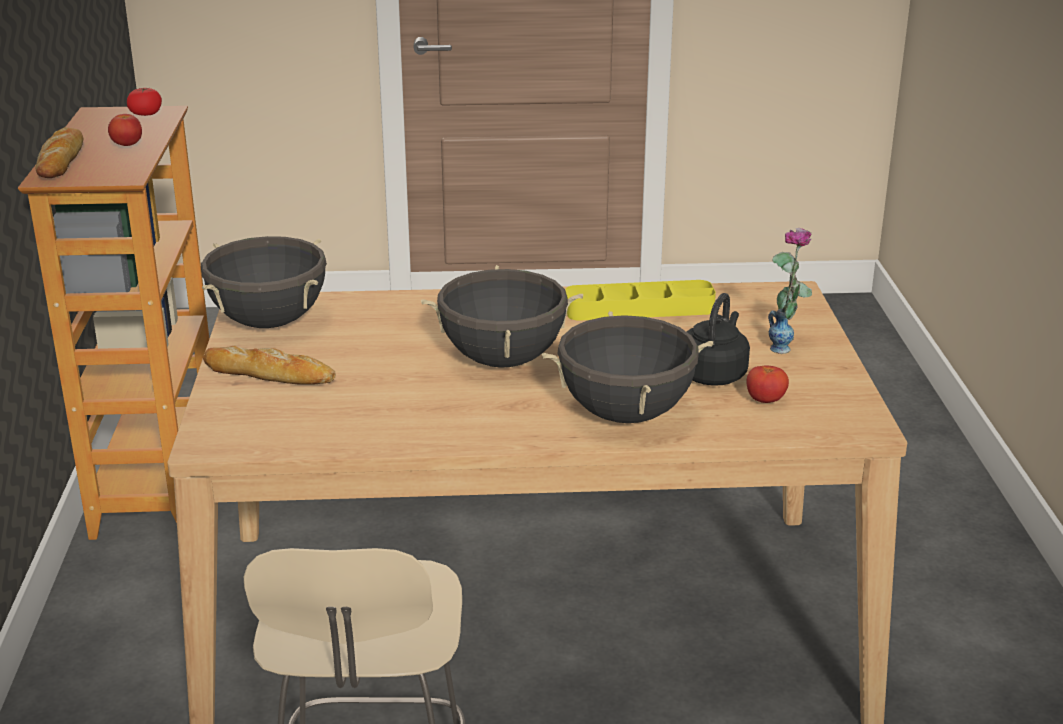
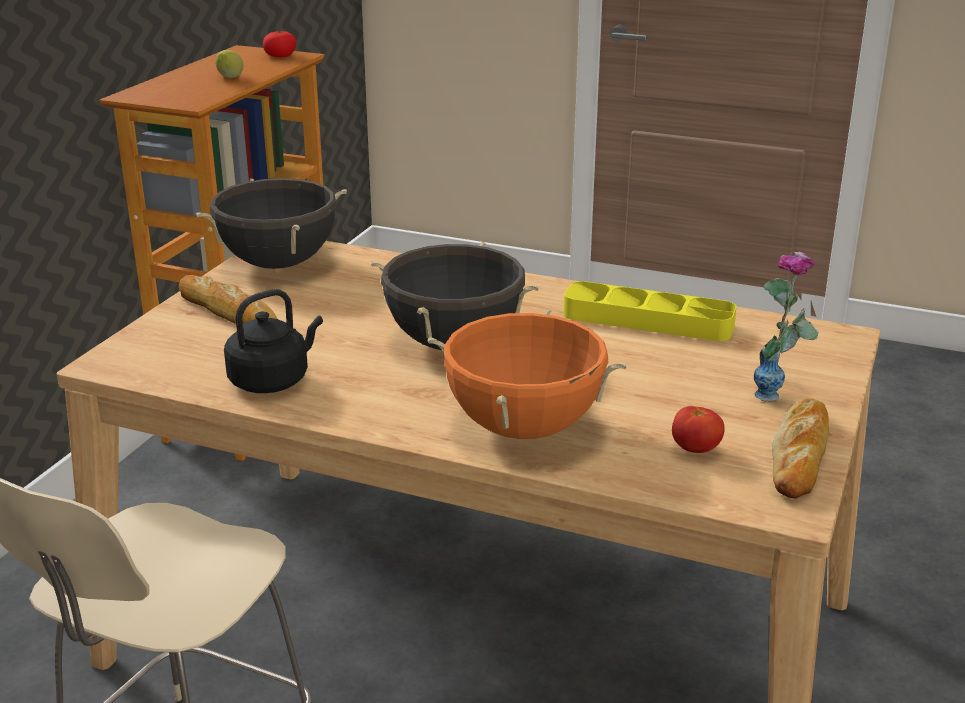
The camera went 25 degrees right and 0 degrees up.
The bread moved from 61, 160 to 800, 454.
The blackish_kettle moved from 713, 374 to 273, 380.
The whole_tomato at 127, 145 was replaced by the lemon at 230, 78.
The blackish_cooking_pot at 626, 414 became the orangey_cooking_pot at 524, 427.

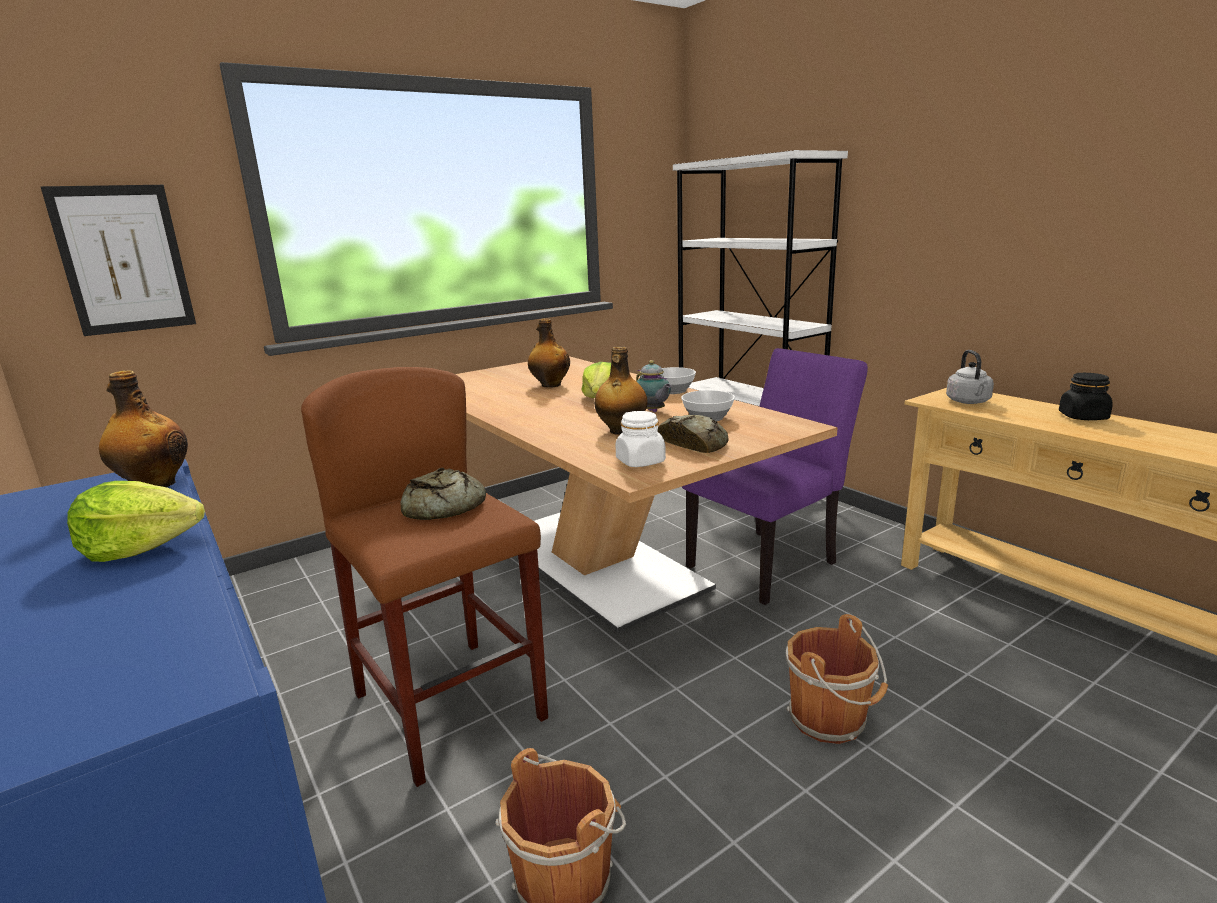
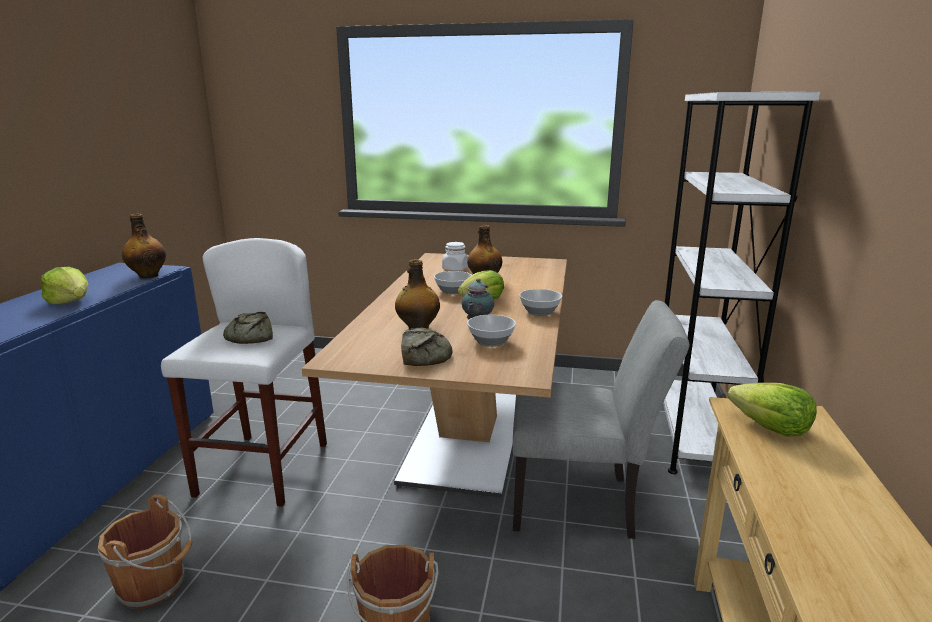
The camera went 45 degrees right and 0 degrees up.
The wall_picture at 123, 260 disappeared.
The blackish_jar at 1083, 417 disappeared.
The serving_bowl at 453, 291 appeared.
The white-coloured_jar moved from 641, 461 to 455, 269.
The gray_kettle at 969, 402 was replaced by the head_of_lettuce at 770, 427.
The brownish_stool at 449, 706 became the white-coloured_stool at 263, 469.
The purplish_plain_chair at 769, 561 became the gray_plain_chair at 583, 503.

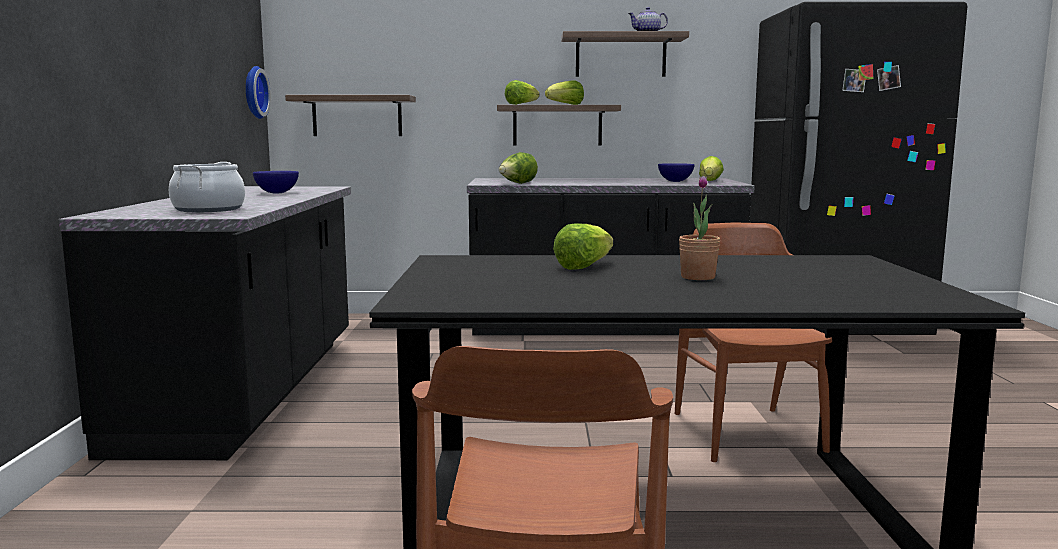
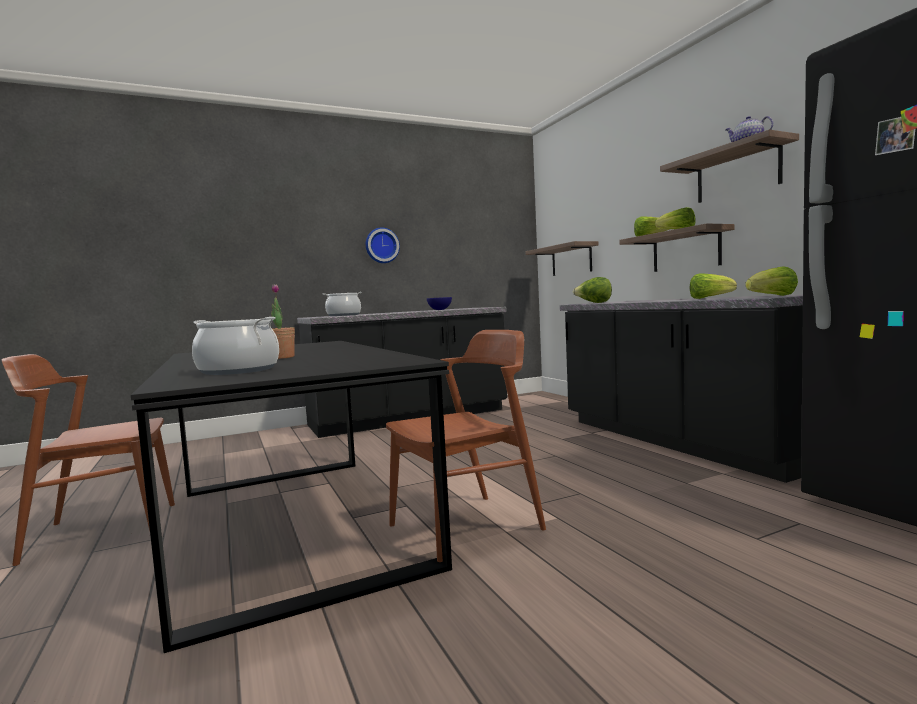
The camera went 65 degrees right and 5 degrees down.
The bluish_serving_bowl at 676, 181 disappeared.
The cooking_pot at 238, 370 appeared.
The clock_on_the_wall moved from 253, 92 to 381, 245.
The head_of_lettuce moved from 583, 267 to 709, 298.

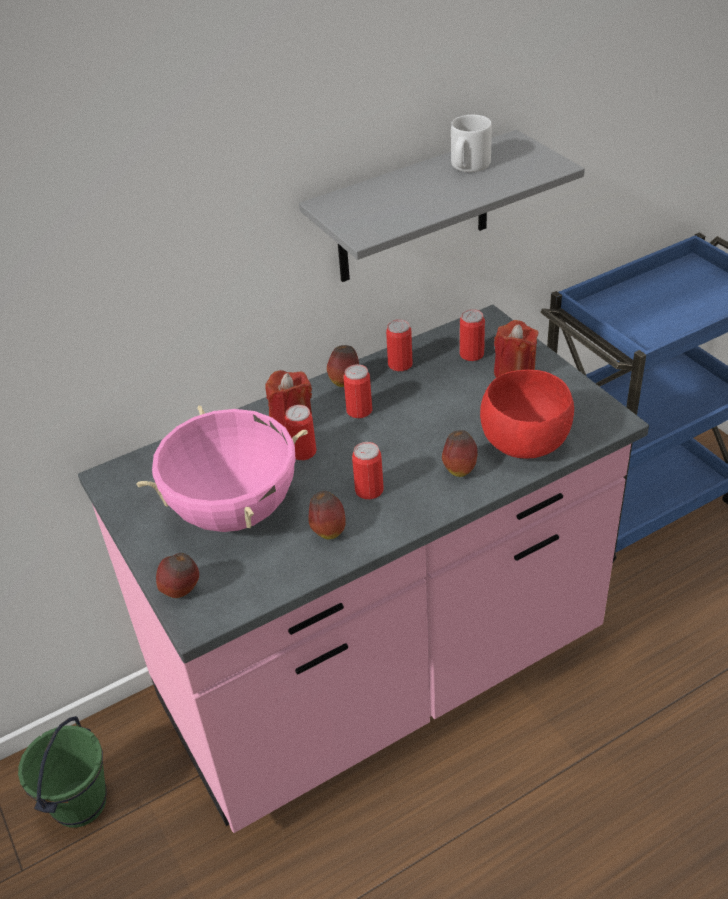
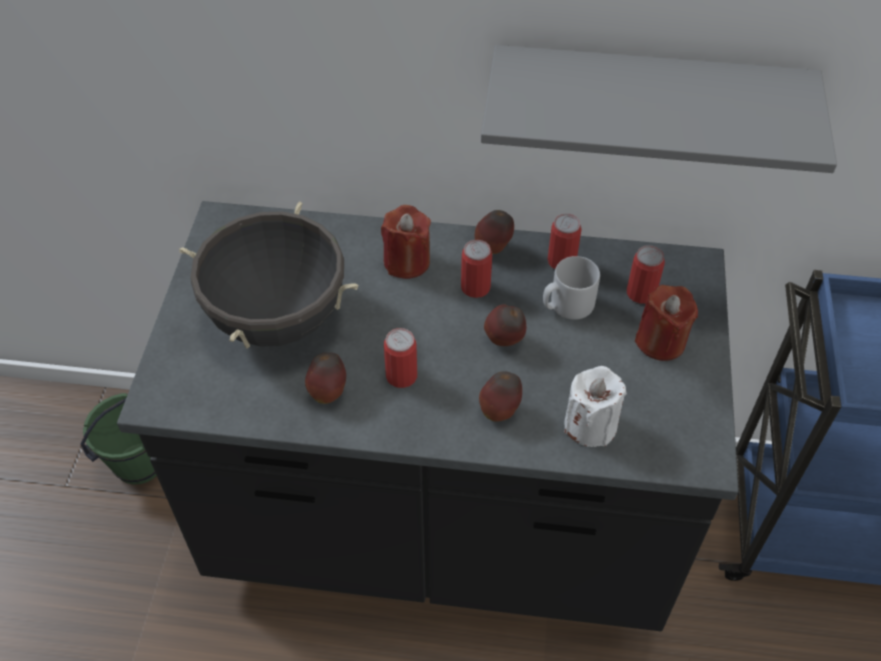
The camera went 35 degrees right and 10 degrees up.
The metal_can at 303, 452 disappeared.
The apple moved from 182, 591 to 505, 341.
The gray_coffee_mug moved from 468, 166 to 567, 305.
The red-coloured_serving_bowl at 525, 443 was replaced by the white-coloured_wax_light at 590, 425.
The pink_kitchen_base_unit at 382, 676 became the blackish_kitchen_base_unit at 440, 528.
The pink_cooking_pot at 234, 510 became the blackish_cooking_pot at 278, 318.

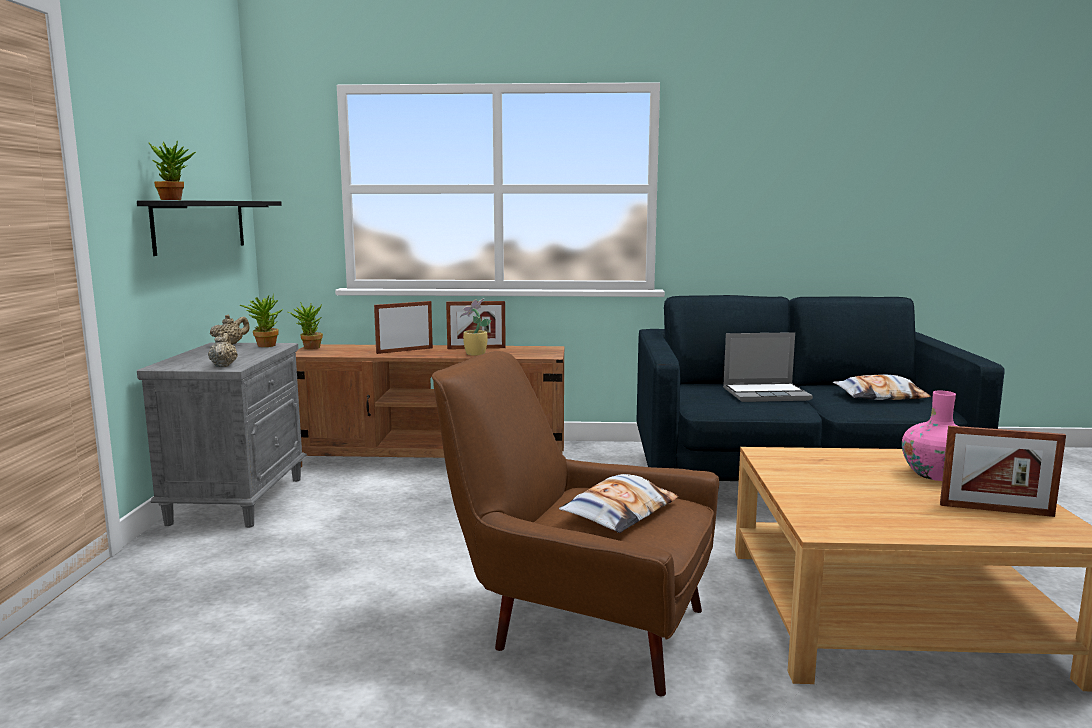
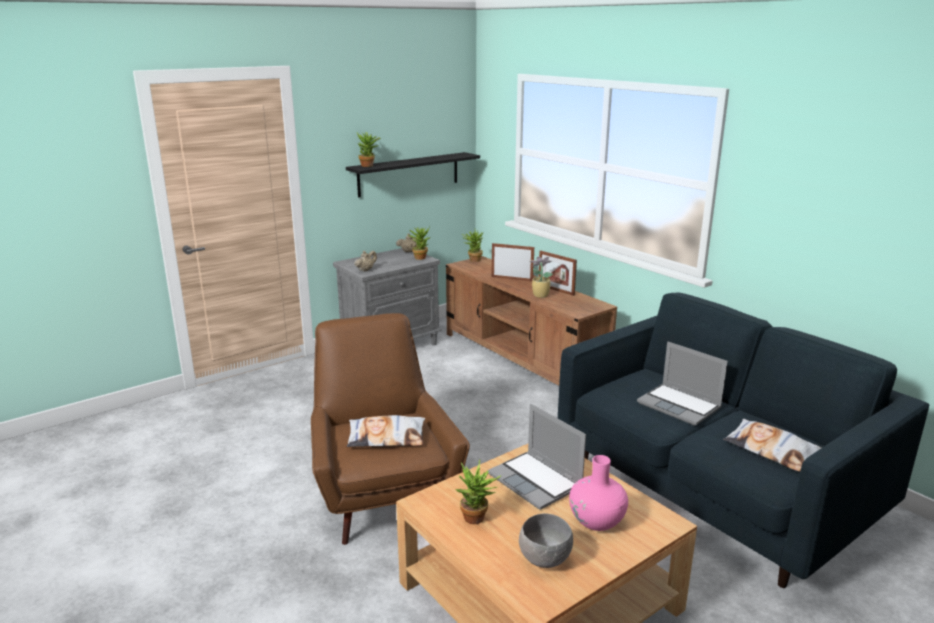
The camera went 50 degrees right and 10 degrees up.
The houseplant at 477, 520 appeared.
The notebook_computer at 536, 481 appeared.
The photo_frame at 996, 510 was replaced by the gray_serving_bowl at 546, 559.

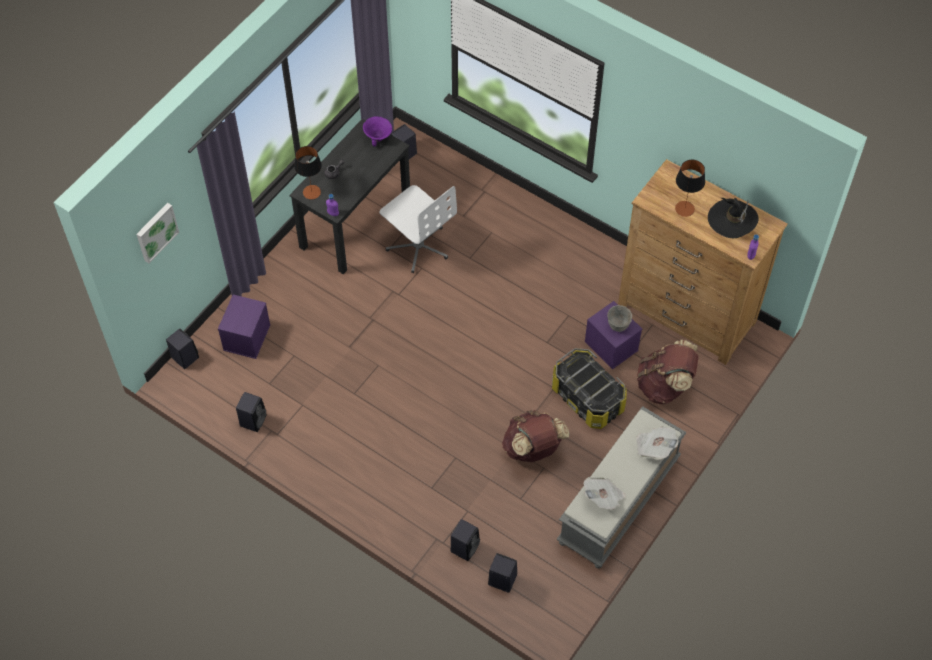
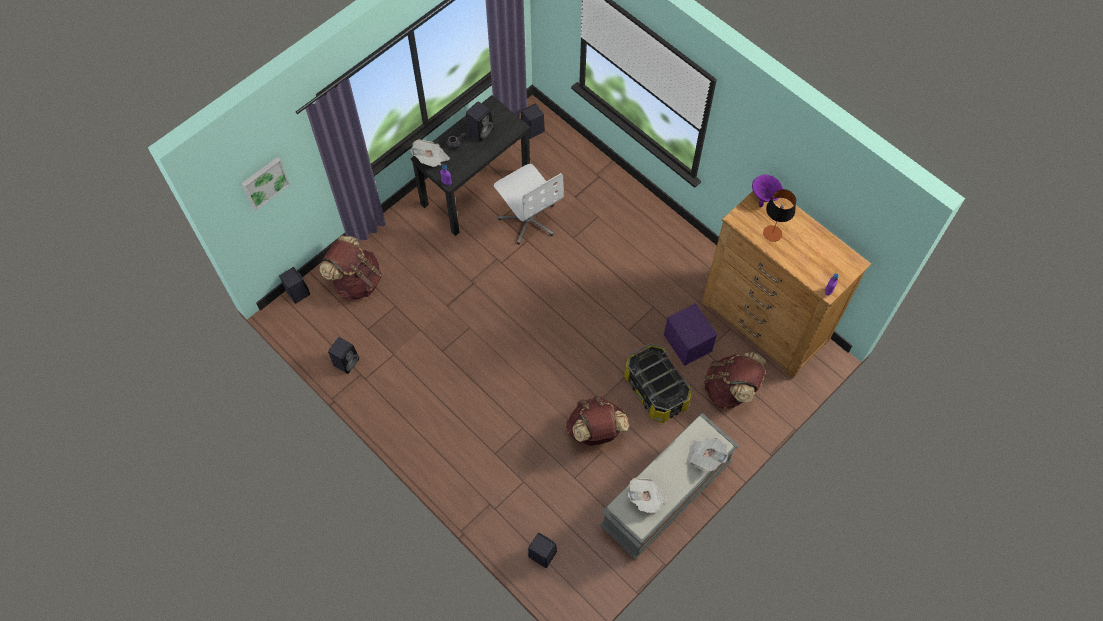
The camera went 10 degrees right and 5 degrees up.
The gray_serving_bowl at 618, 325 disappeared.
The blackish_wearable_hat at 732, 220 disappeared.
The purplish_serving_bowl moved from 378, 137 to 765, 196.
The blackish_audio_speaker moved from 465, 547 to 480, 130.
The purplish_storage_box at 246, 336 was replaced by the brownish_backpack at 356, 281.
The tabletop_lamp at 311, 192 was replaced by the newspaper at 431, 159.

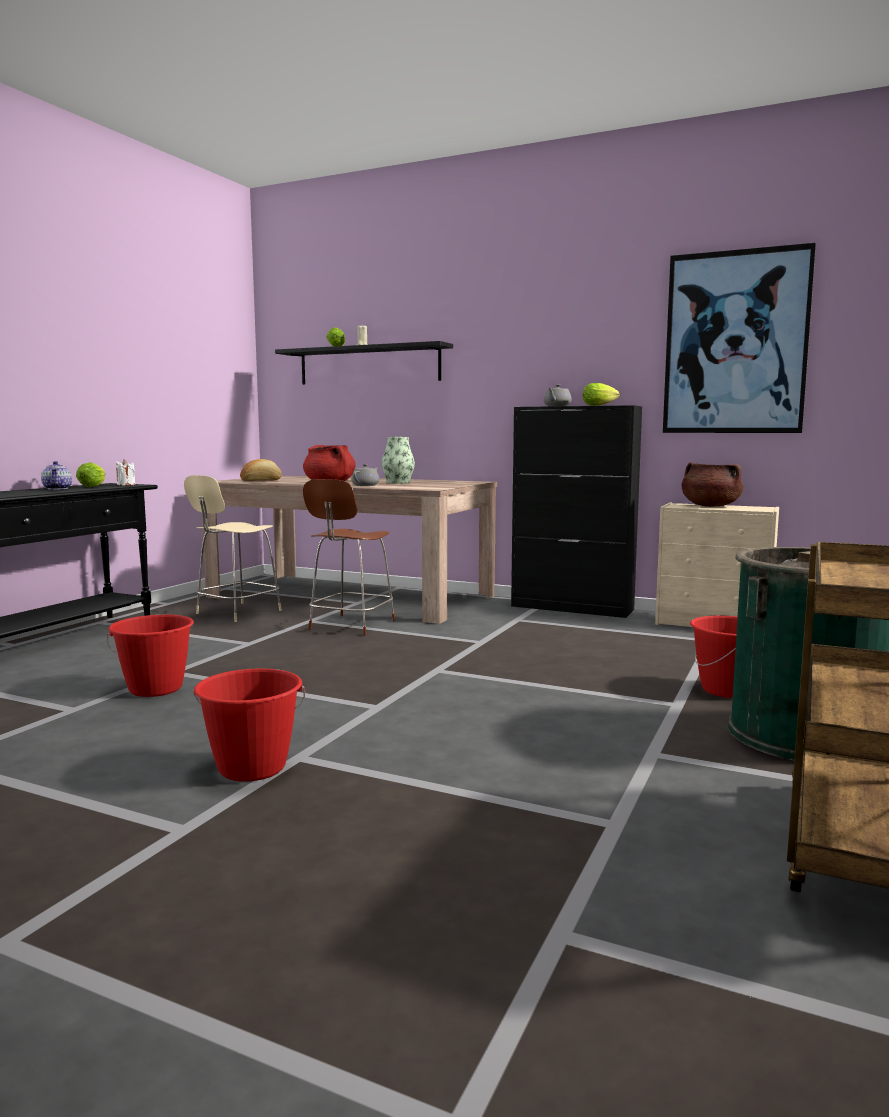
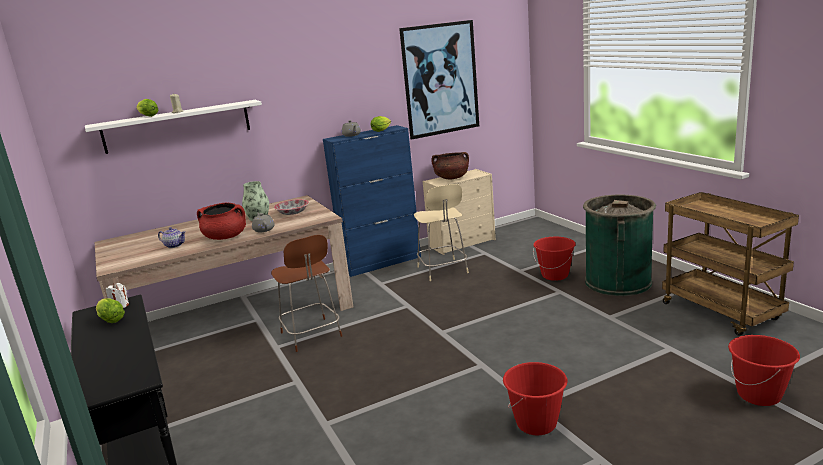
The camera went 50 degrees left and 10 degrees up.
The bread at 261, 480 disappeared.
The serving_bowl at 293, 213 appeared.
The tea_pot moved from 58, 488 to 174, 245.
The red-coloured_water_bucket moved from 155, 689 to 759, 395.
The beige_plain_chair moved from 236, 612 to 443, 270.
The blackish_wall_shelf at 369, 365 became the white-coloured_wall_shelf at 177, 126.
The blackish_cupboard at 572, 608 became the bluish_cupboard at 382, 263.

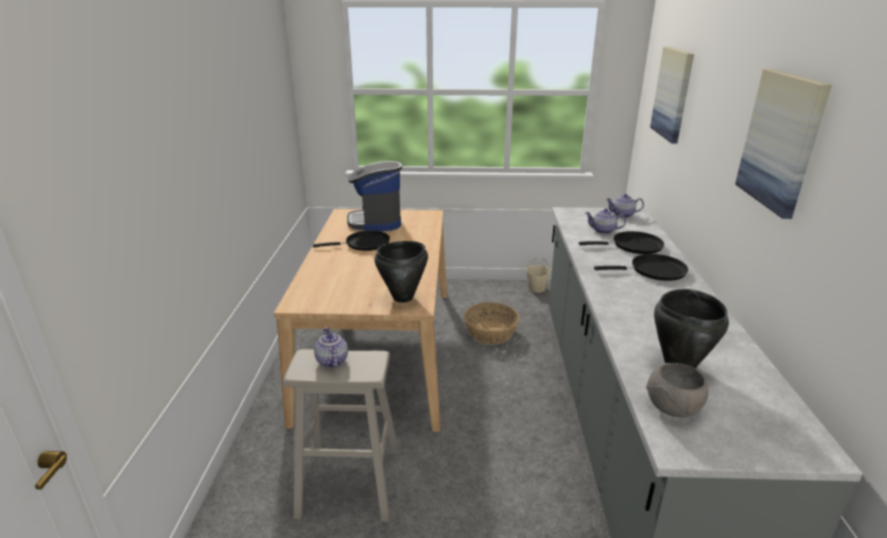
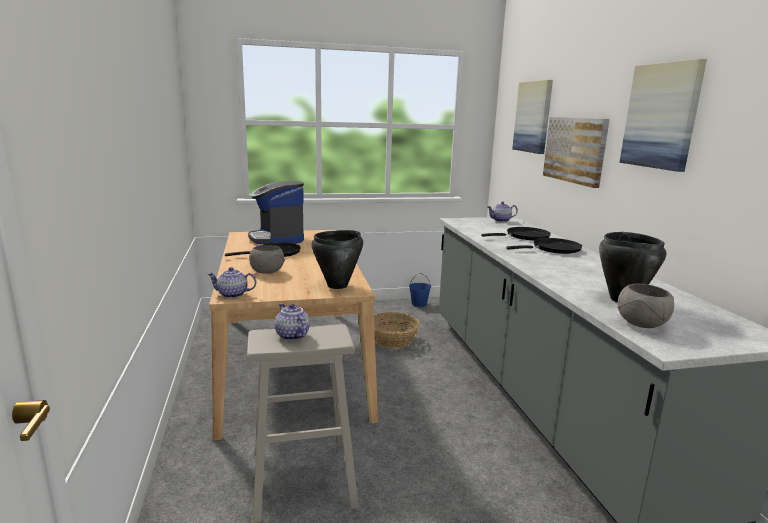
The camera went 15 degrees left and 10 degrees down.
The gray_serving_bowl at 267, 272 appeared.
The wall_picture at 575, 150 appeared.
The tea_pot moved from 603, 231 to 232, 295.
The beige_water_bucket at 537, 288 became the bluish_water_bucket at 419, 304.

